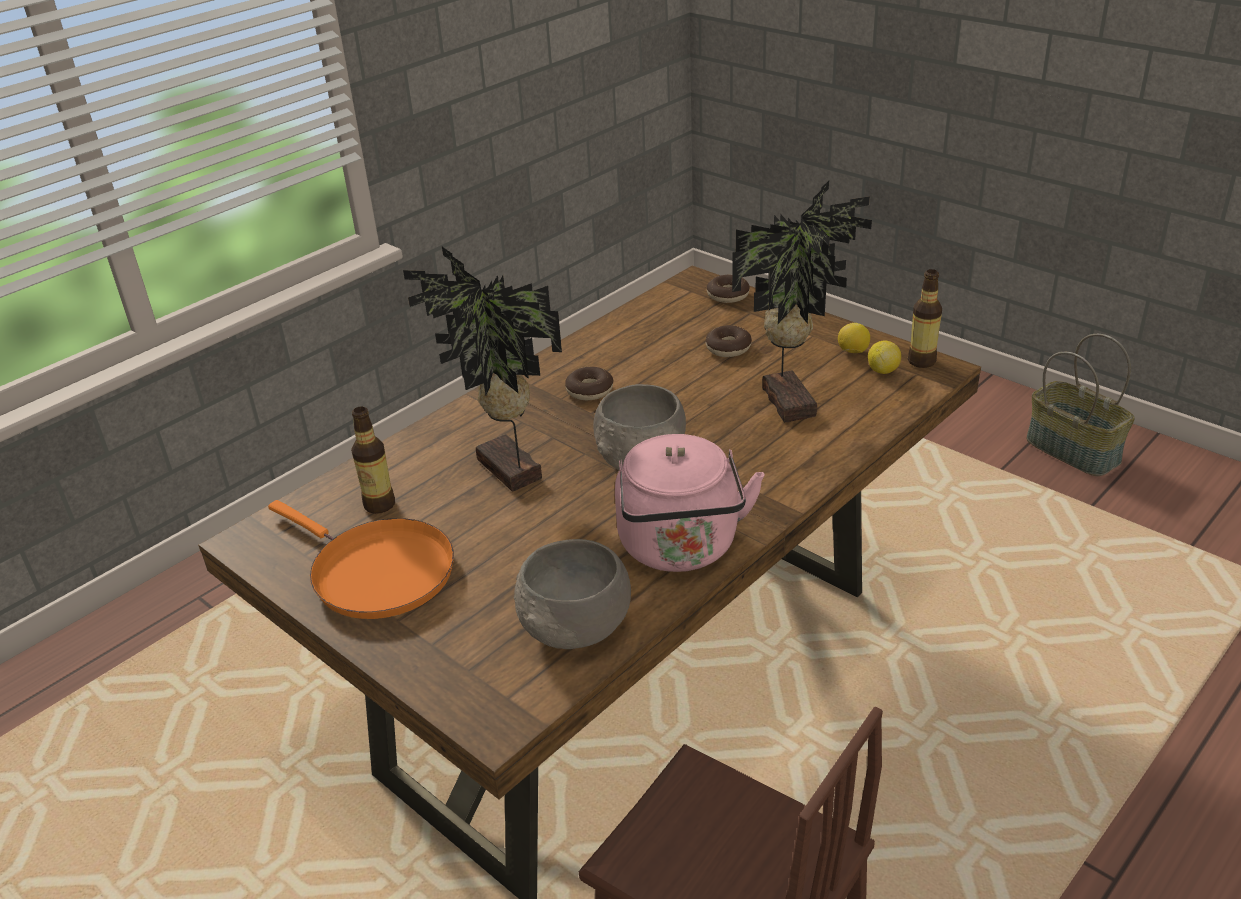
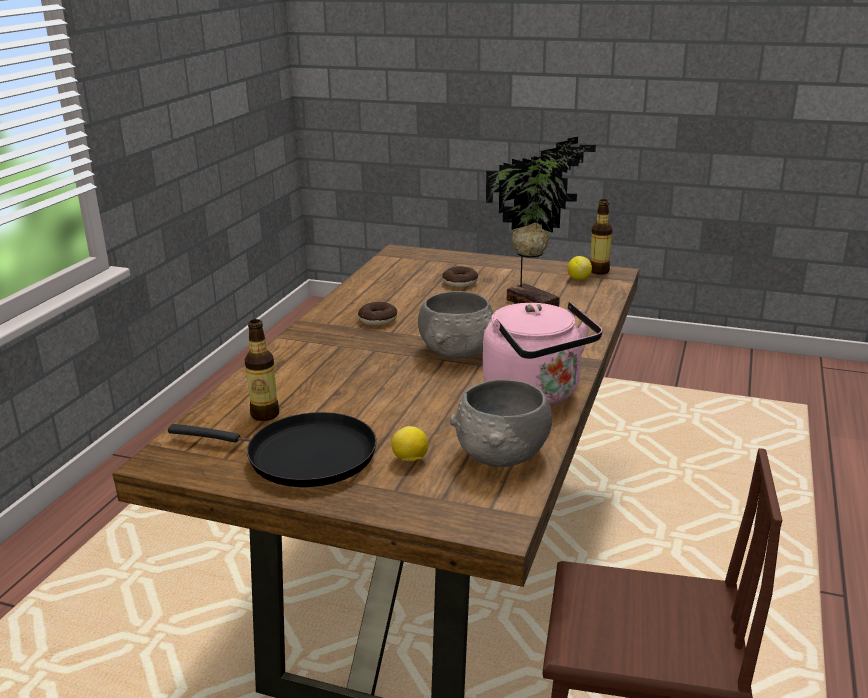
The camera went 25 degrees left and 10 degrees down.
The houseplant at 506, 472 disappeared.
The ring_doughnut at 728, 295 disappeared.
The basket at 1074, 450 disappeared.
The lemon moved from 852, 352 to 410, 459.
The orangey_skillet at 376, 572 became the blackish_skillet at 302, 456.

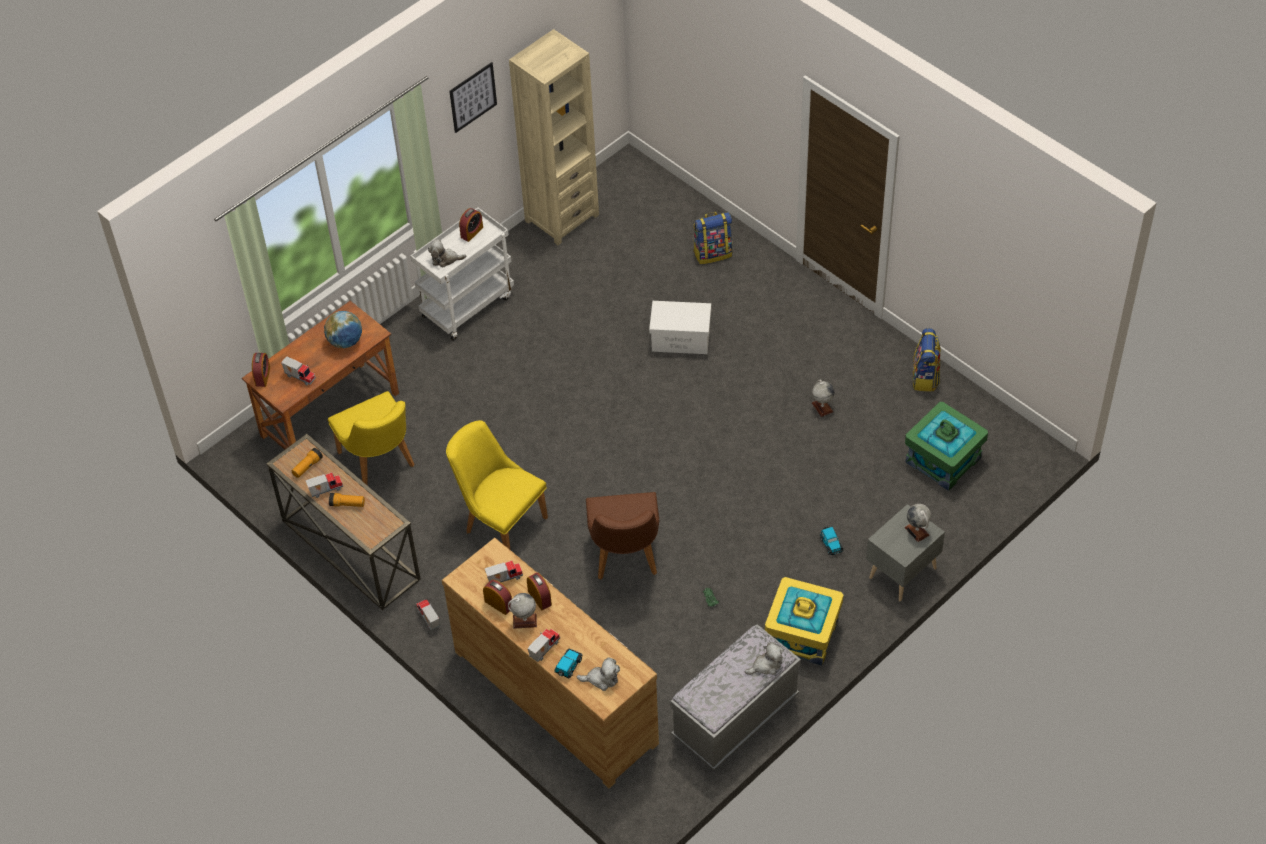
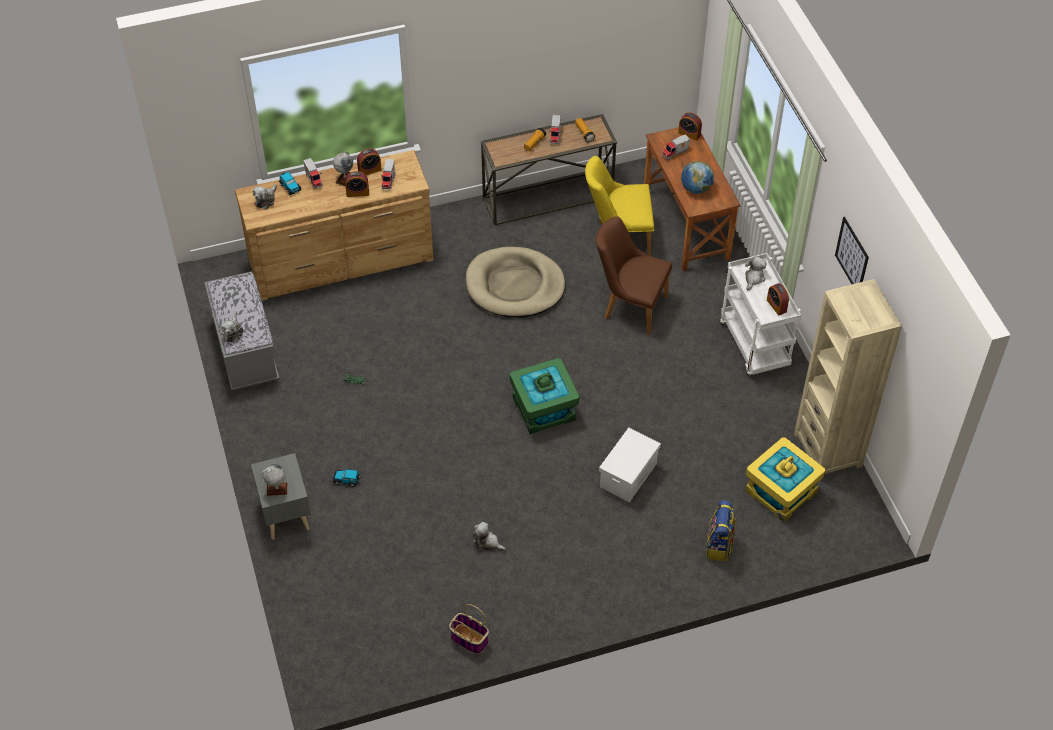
The camera went 115 degrees right and 0 degrees up.
The model_truck at 428, 619 disappeared.
The brownish_plain_chair moved from 625, 559 to 629, 306.
The yellowish_storage_box moved from 803, 634 to 781, 492.
The greenish_storage_box moved from 943, 460 to 544, 409.
The yellowish_plain_chair at 499, 522 was replaced by the beige_dog_cushion at 515, 286.
The globe at 822, 407 was replaced by the plush_toy at 487, 542.
The backpack at 925, 377 was replaced by the basket at 468, 639.

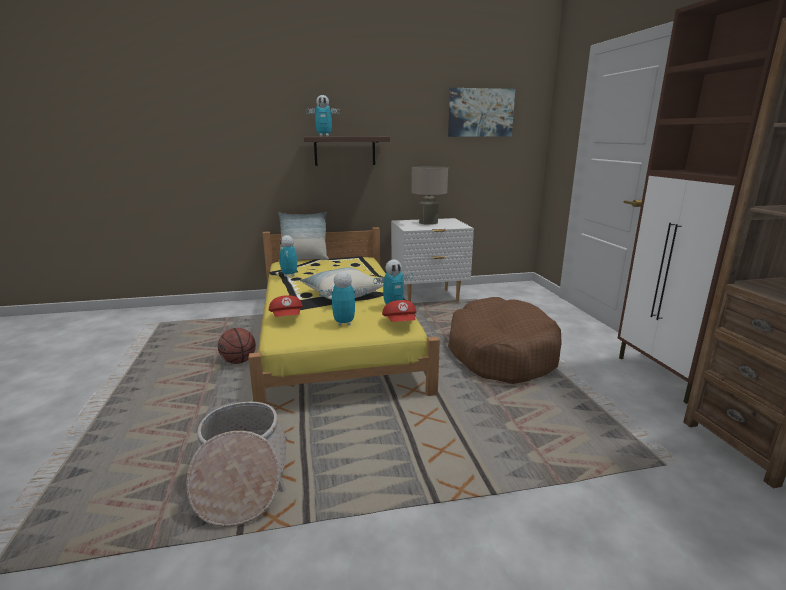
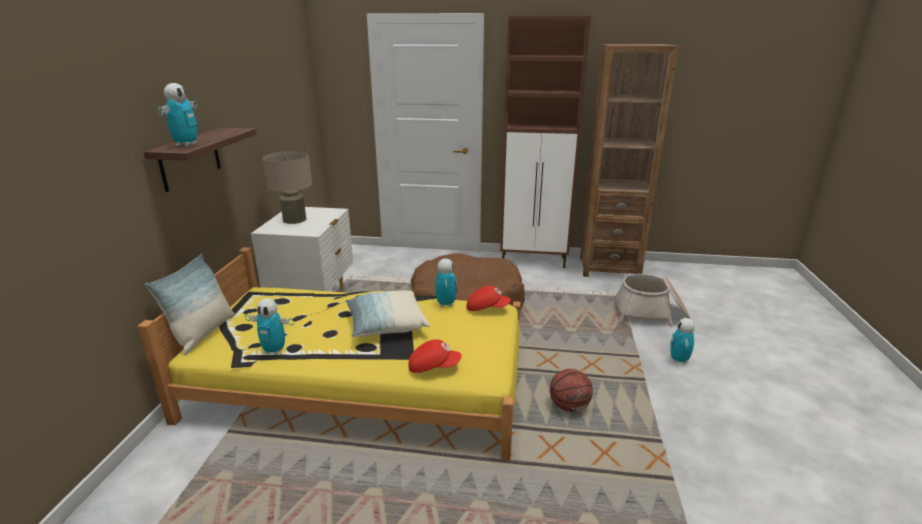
The camera went 70 degrees left and 5 degrees up.
The wall_picture at 480, 113 disappeared.
The basket moved from 242, 479 to 650, 313.
The basketball_ball moved from 239, 361 to 569, 406.
The robot_figure moved from 344, 323 to 679, 360.

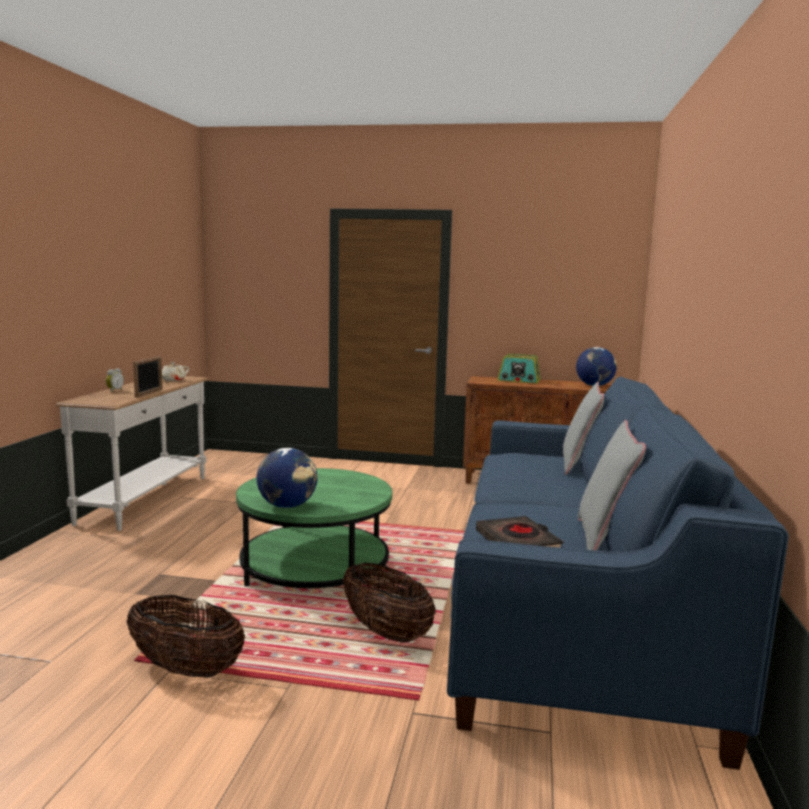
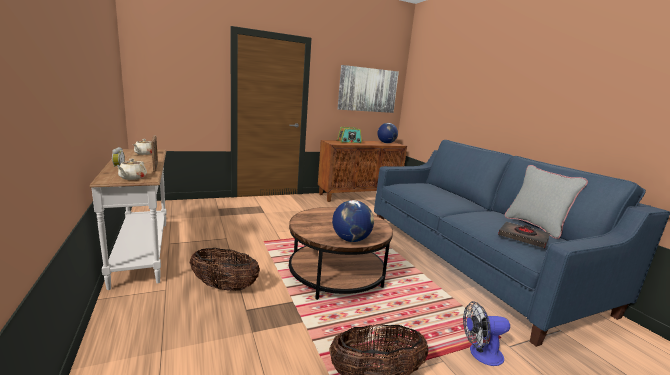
The camera went 35 degrees left and 5 degrees up.
The gray_cushion at 579, 465 disappeared.
The beige_tea_pot at 132, 178 appeared.
The wall_picture at 368, 90 appeared.
The cooling_fan at 480, 354 appeared.
The basket moved from 386, 632 to 224, 287.
The greenish_low_table at 315, 569 became the brownish_low_table at 336, 275.

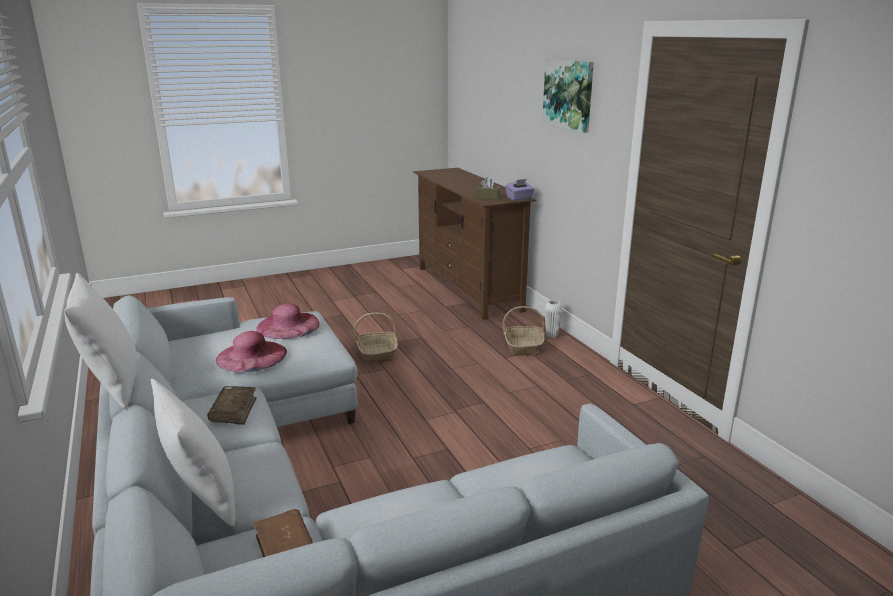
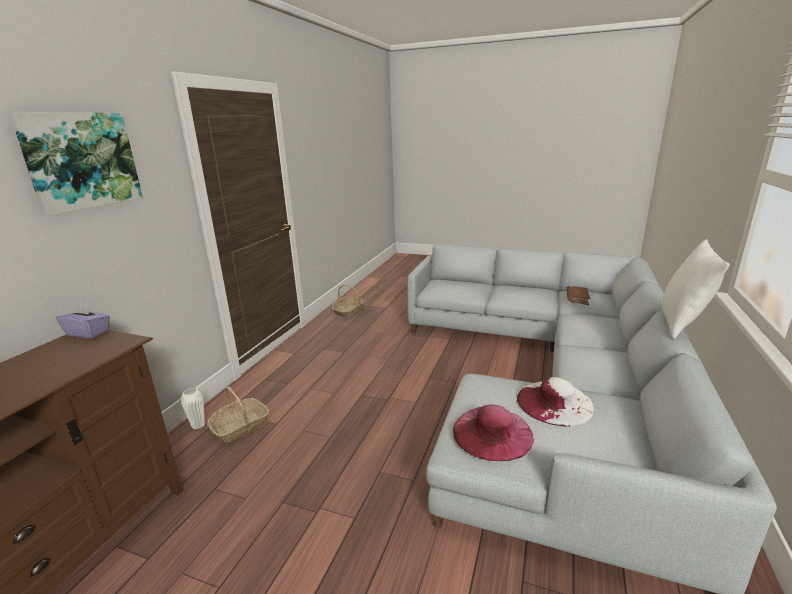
The camera went 135 degrees left and 0 degrees up.
The white-coloured_cushion at 202, 497 disappeared.
The brownish_book at 234, 411 disappeared.
The brownish_tissue_holder at 487, 198 disappeared.
The basket moved from 377, 353 to 349, 311.
The pink_wearable_hat at 251, 355 became the white-coloured_wearable_hat at 554, 402.

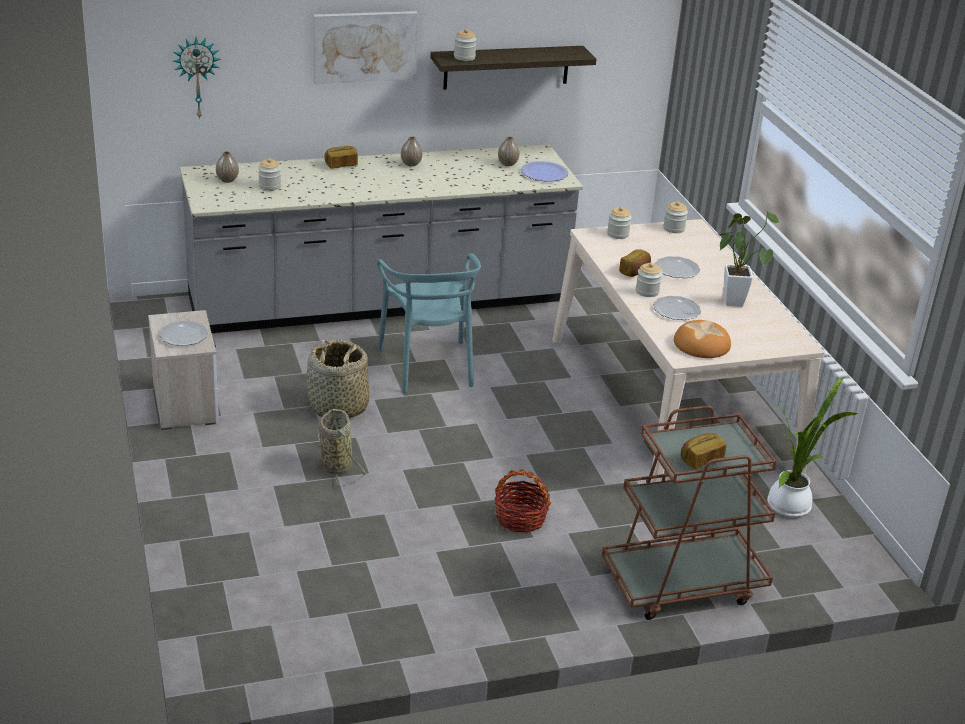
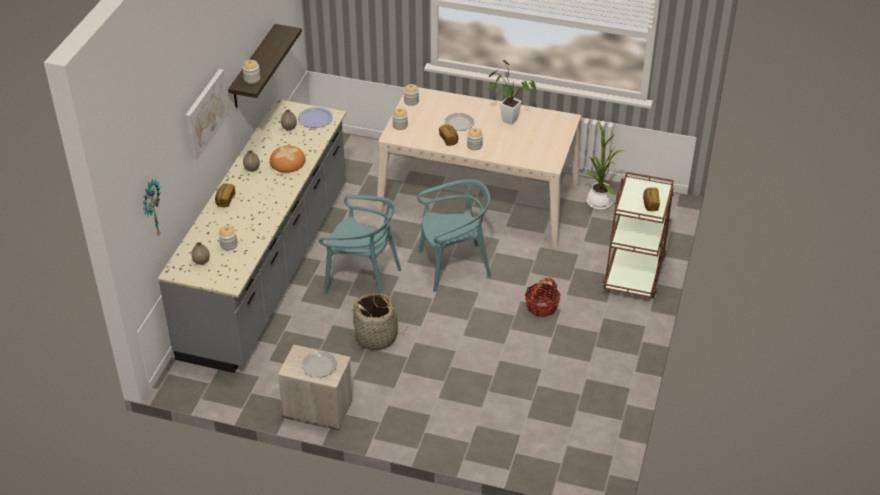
The camera went 55 degrees left and 10 degrees up.
The basket at 335, 465 disappeared.
The flat_dish at 676, 310 disappeared.
The turquoise-coloured_plain_chair at 454, 266 appeared.
The bread moved from 702, 344 to 287, 161.

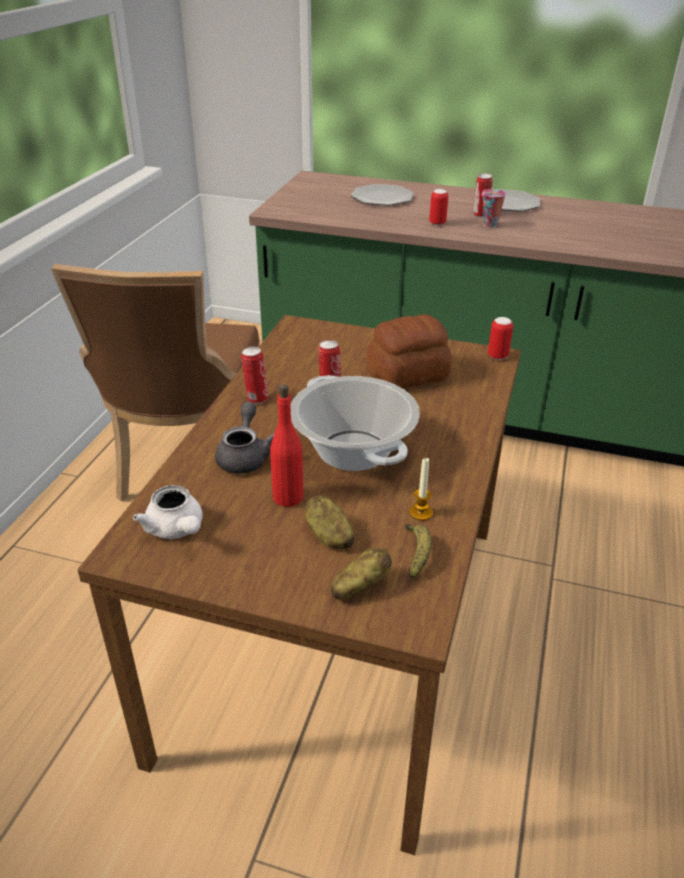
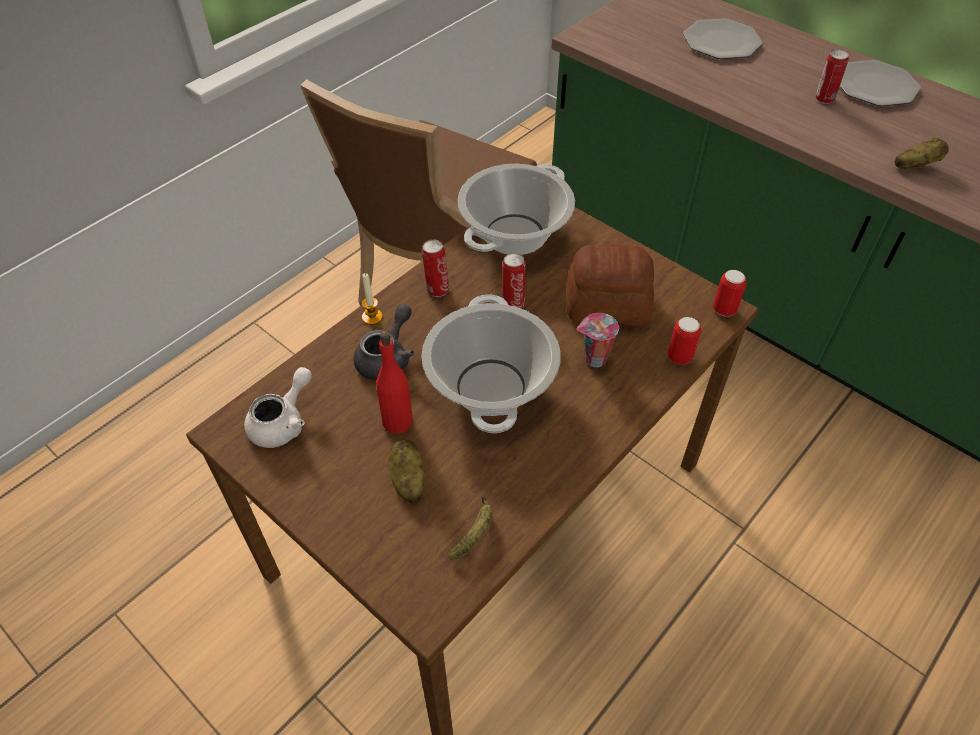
The camera went 25 degrees right and 15 degrees up.
The cooking_pot at 514, 234 appeared.
The whole_potato moved from 360, 586 to 915, 165.
The wax_light moved from 421, 513 to 372, 317.
The metal_can moved from 437, 223 to 680, 357.
The small_cup moved from 489, 225 to 594, 360.
The white-coloured_tea_pot at 176, 530 turned 135 degrees counterclockwise.

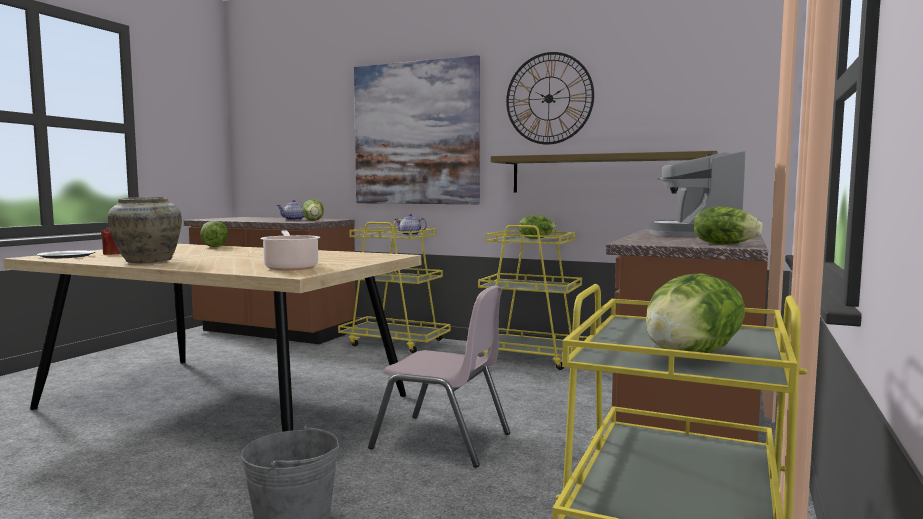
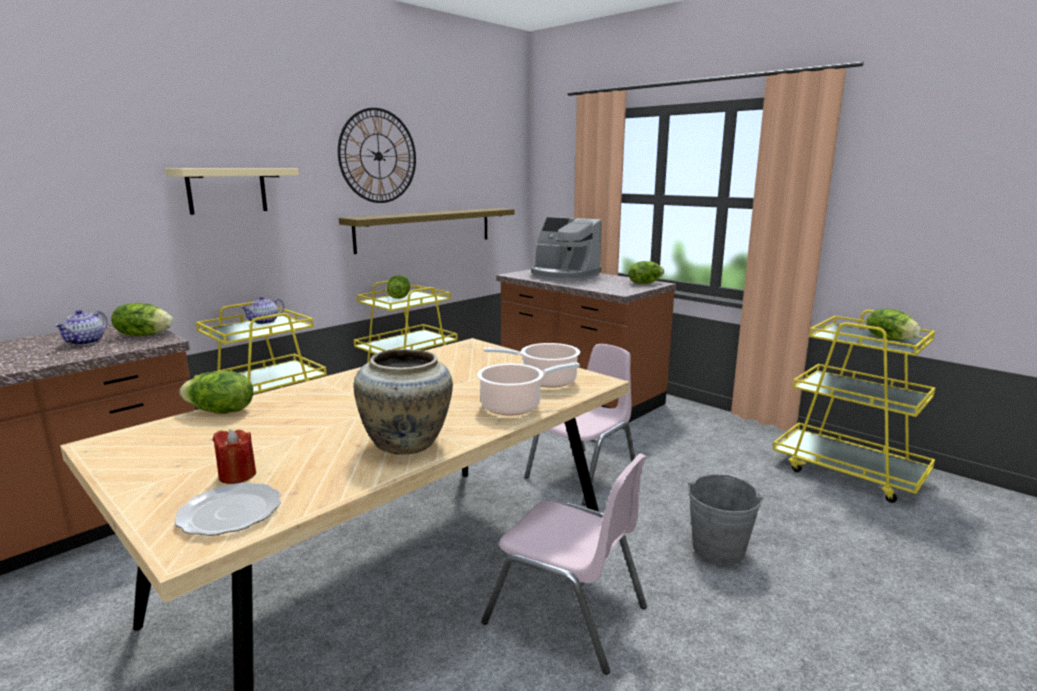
The camera went 70 degrees left and 10 degrees up.
The cooking_pot at 515, 406 appeared.
The pink_plain_chair at 567, 615 appeared.
The wall_picture at 416, 133 was replaced by the beige_wall_shelf at 227, 190.

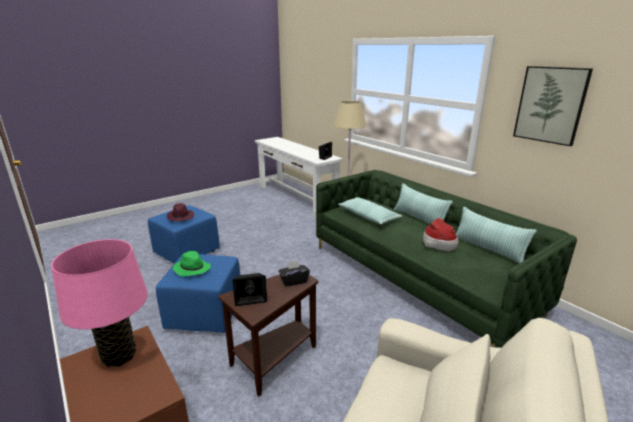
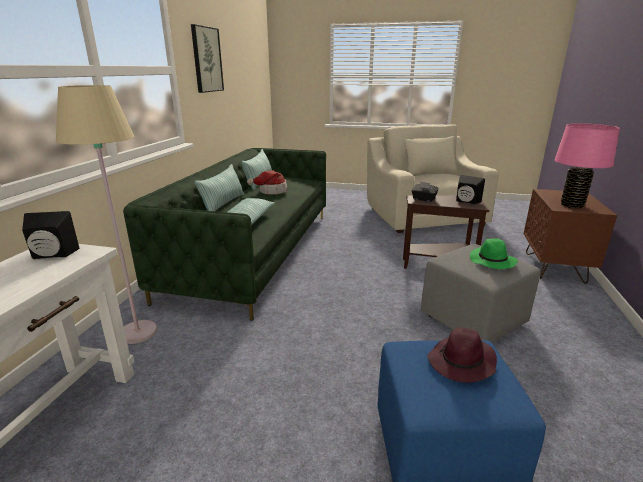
The camera went 130 degrees left and 0 degrees up.
The bluish_pouffe at 205, 313 became the gray_pouffe at 472, 320.

